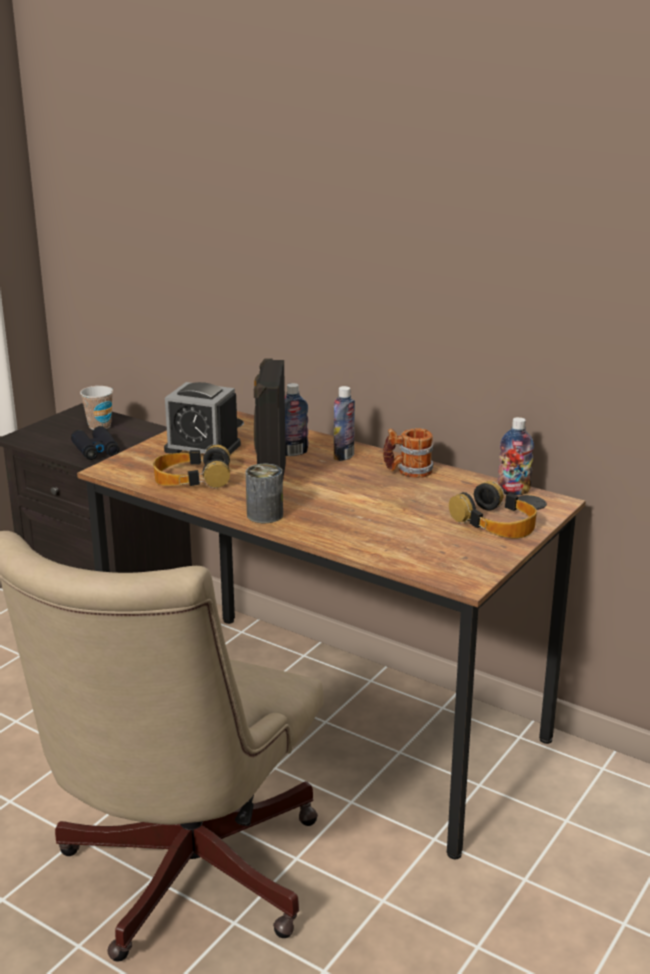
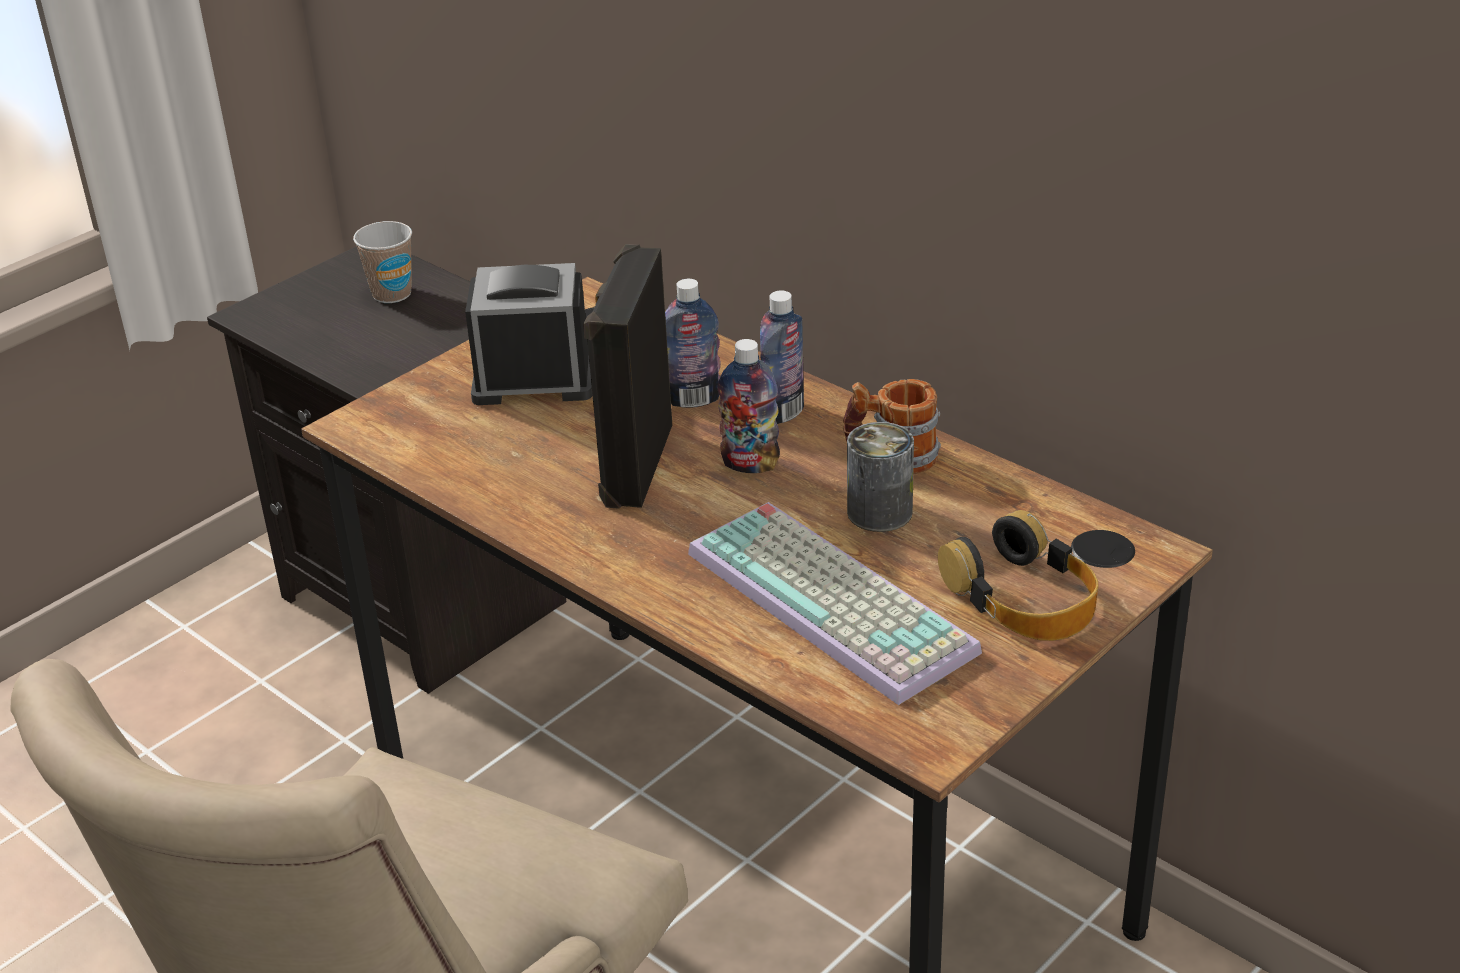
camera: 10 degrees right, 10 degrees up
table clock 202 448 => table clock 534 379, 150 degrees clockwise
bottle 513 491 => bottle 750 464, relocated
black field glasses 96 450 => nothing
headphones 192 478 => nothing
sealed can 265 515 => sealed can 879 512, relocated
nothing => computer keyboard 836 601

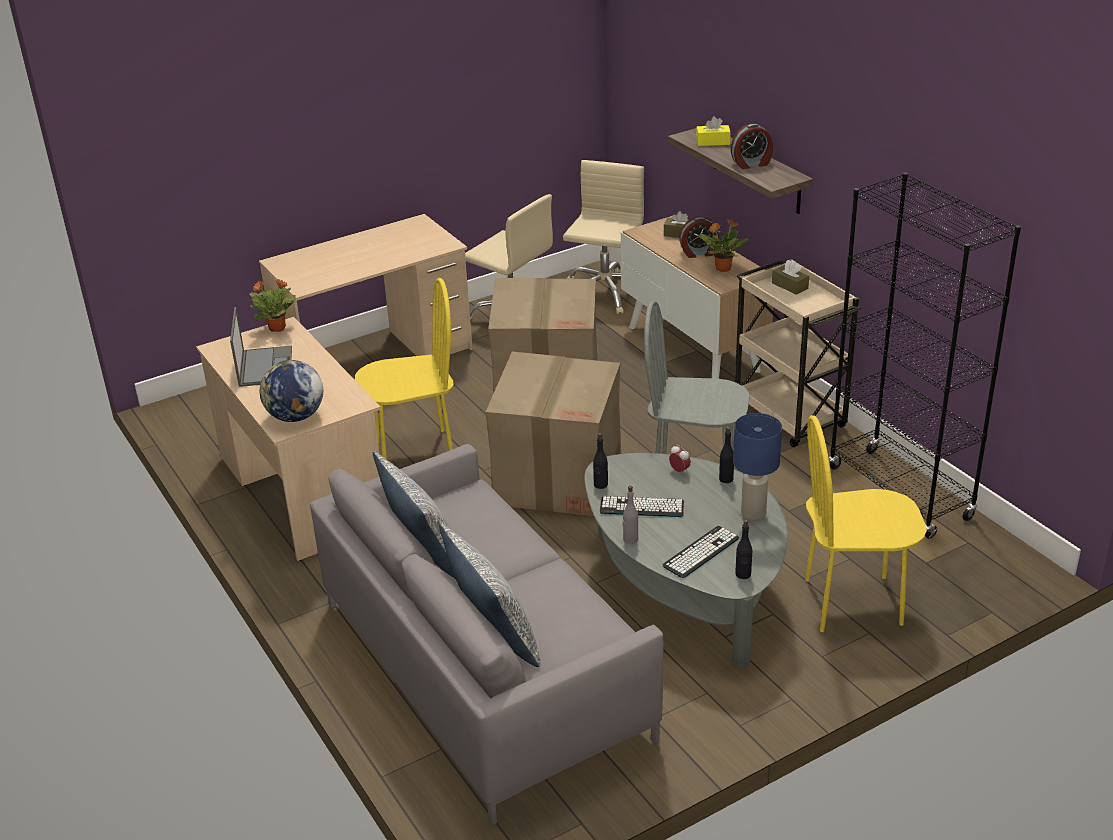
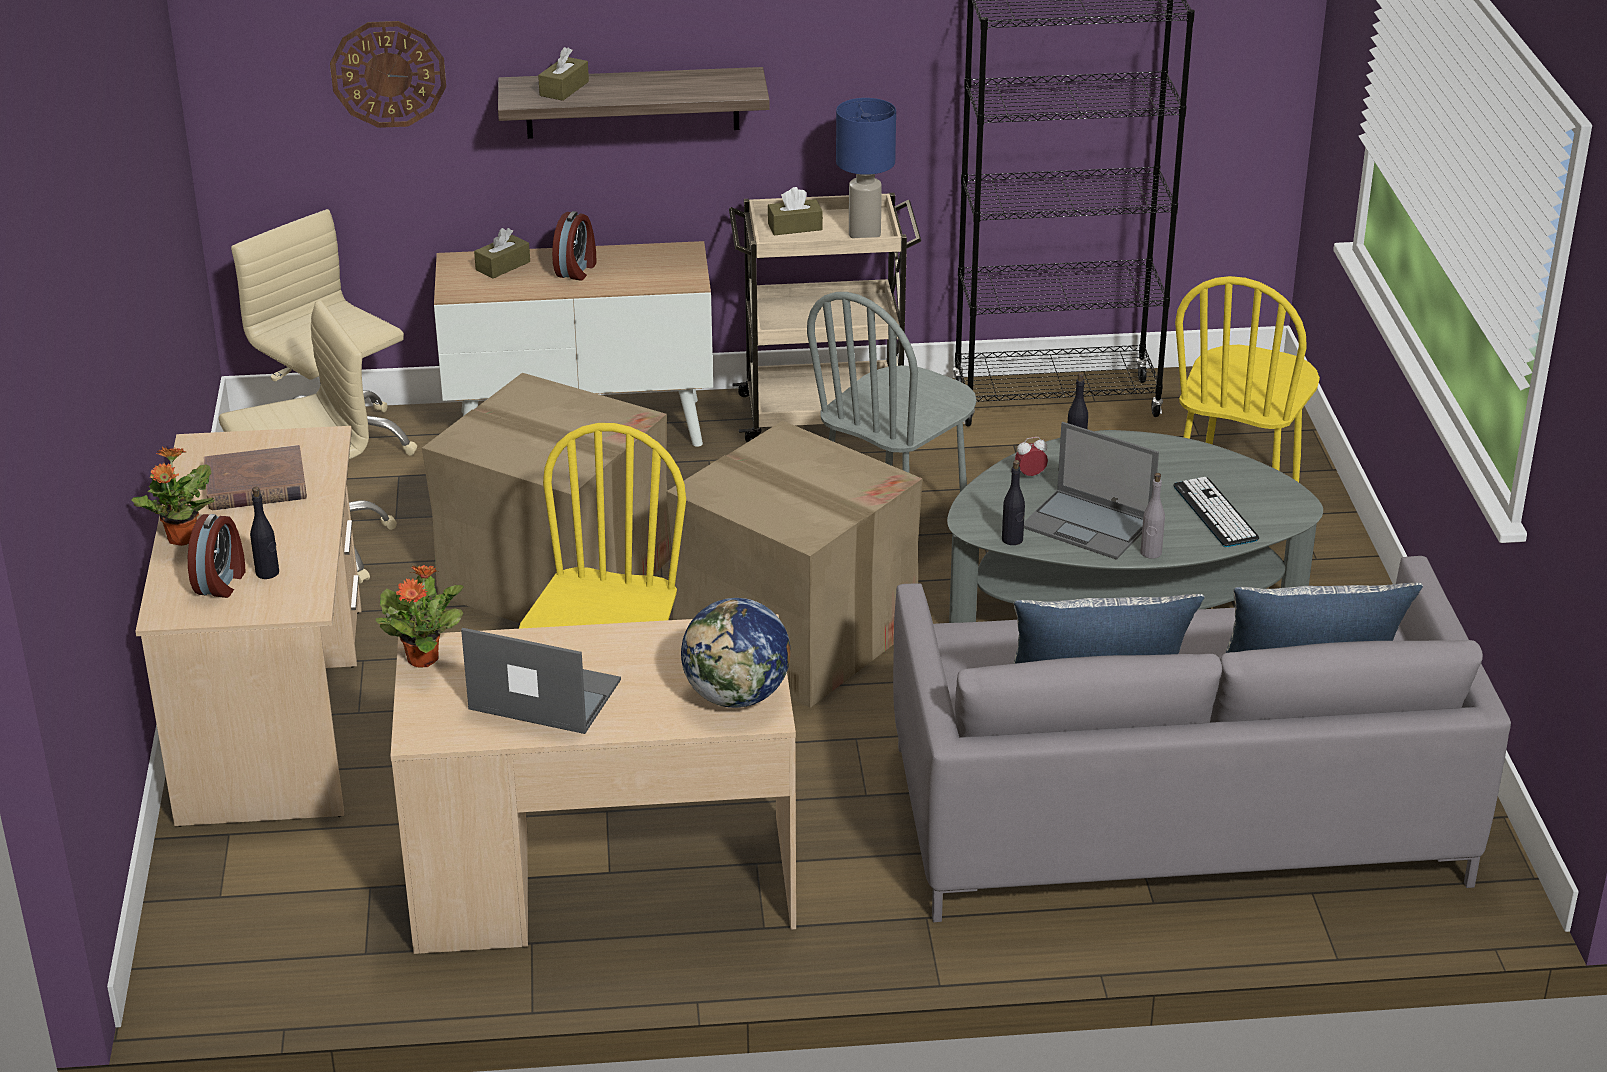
camera: 65 degrees left, 0 degrees up
yellowish box of tissues 713 142 => brownish box of tissues 564 89
table clock 751 164 => table clock 221 582, relocated
plant in a pot 722 268 => plant in a pot 182 539, relocated
bluish tabletop lamp 752 513 => bluish tabletop lamp 864 235, relocated
computer keyboard 642 507 => portable computer 1089 525
black bottle 743 574 => black bottle 267 573, relocated
nothing => clock on the wall 388 73
nothing => brownish volume 255 484

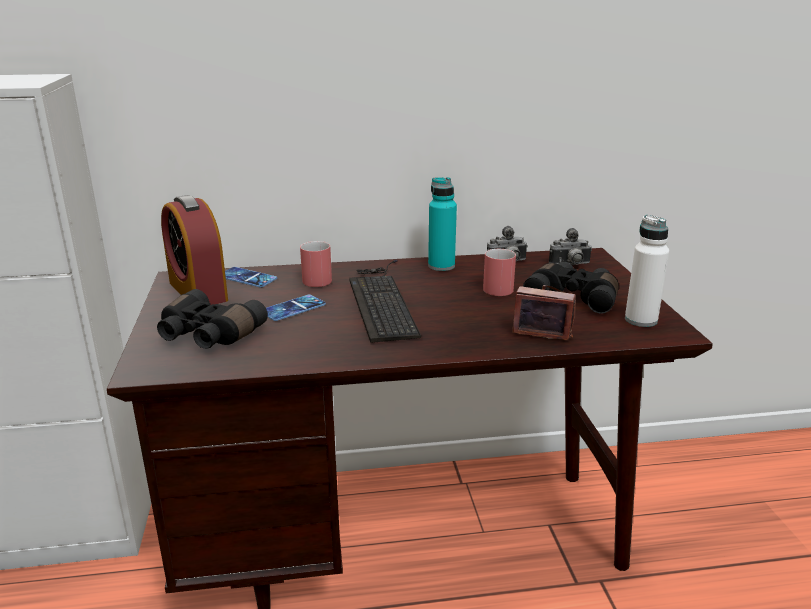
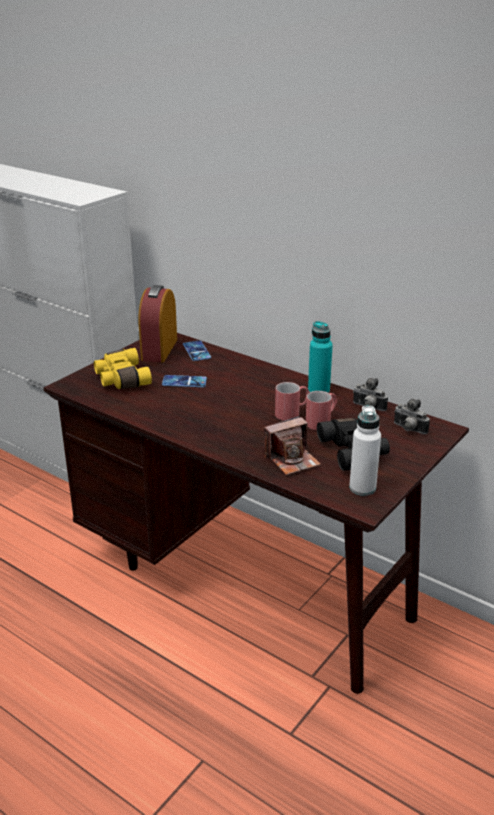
camera: 45 degrees right, 5 degrees up
reddish tea mug 320 278 => reddish tea mug 292 413, relocated
computer keyboard 381 299 => nothing
photo camera 543 326 => photo camera 292 460, 90 degrees clockwise
black field glasses 207 335 => yellowish field glasses 121 379

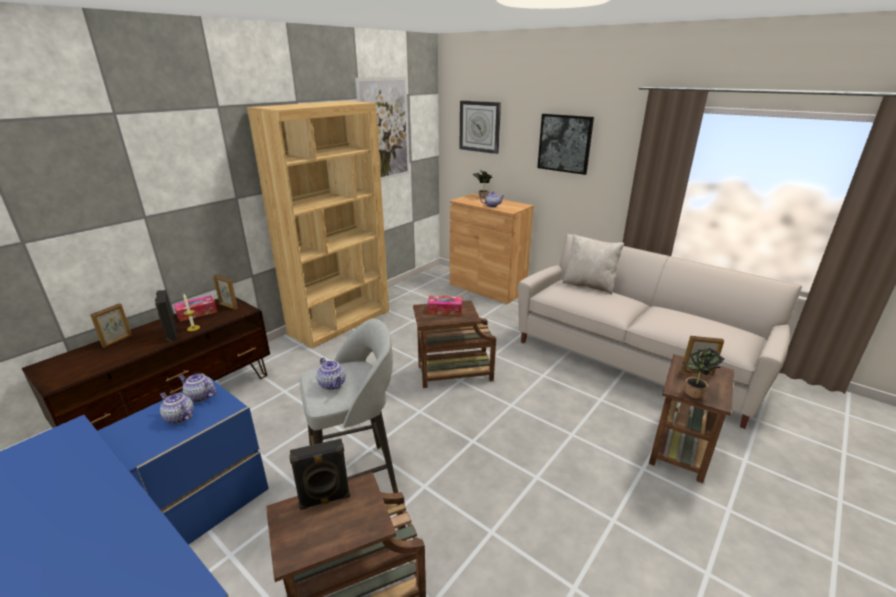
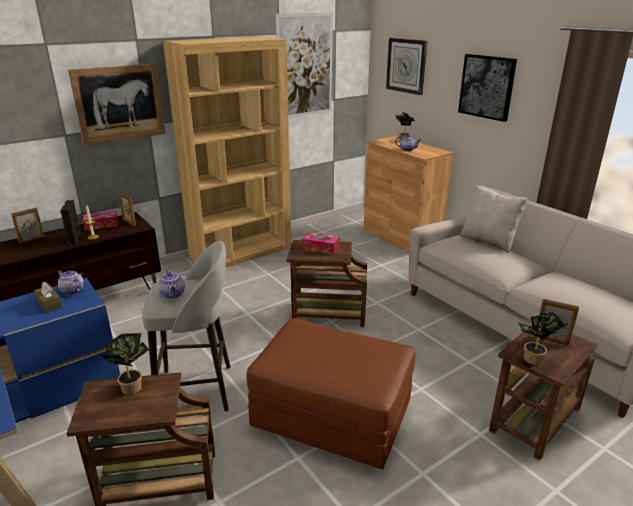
camera: 15 degrees right, 0 degrees up
pot for tea 179 417 => brownish box of tissues 49 304
black speaker 325 500 => plant in a pot 131 386
nothing => wall art 119 103
nothing => brownish pouffe 331 415

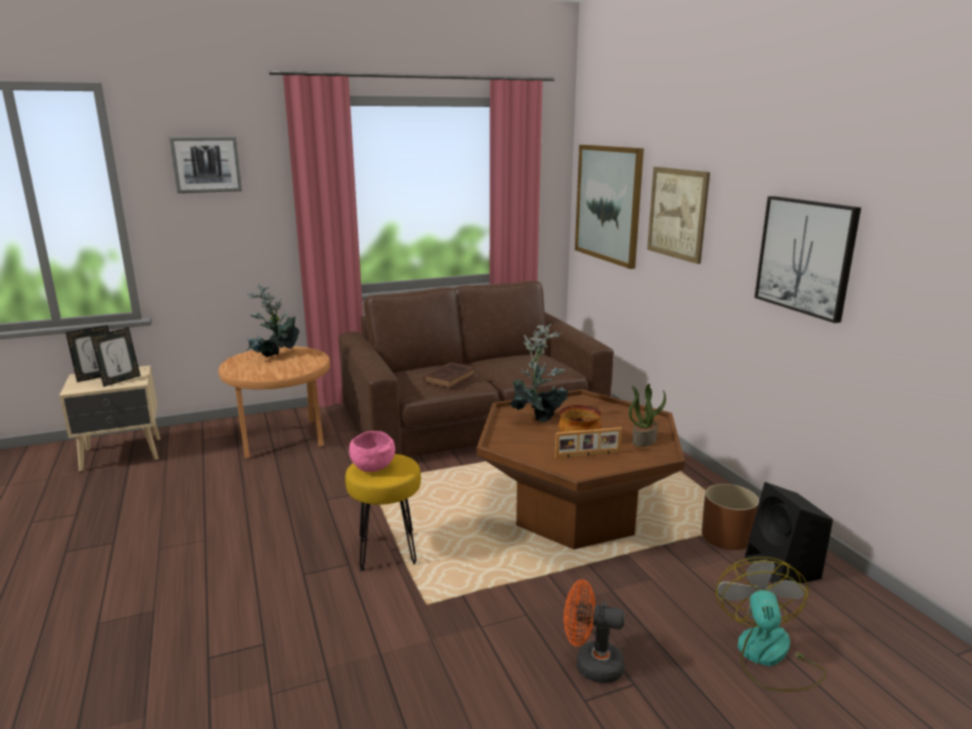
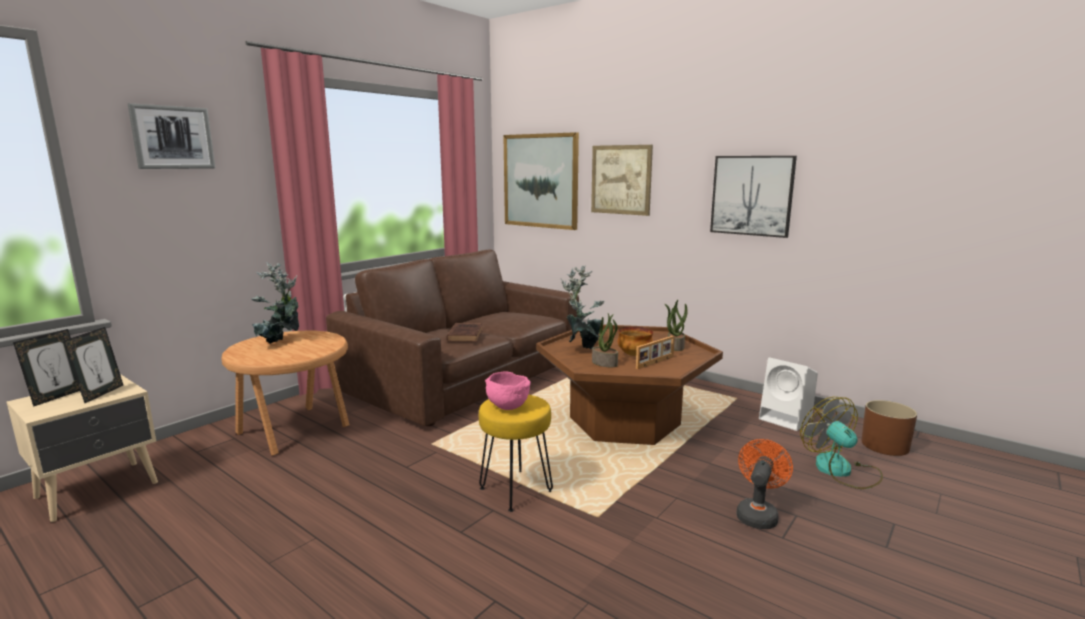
camera: 30 degrees left, 5 degrees down
black speaker 783 569 => whitish speaker 786 419
brownish planter 726 536 => brownish planter 885 446, relocated
orange cooling fan 591 665 => orange cooling fan 757 514, 135 degrees clockwise
nothing => plant in a pot 605 363

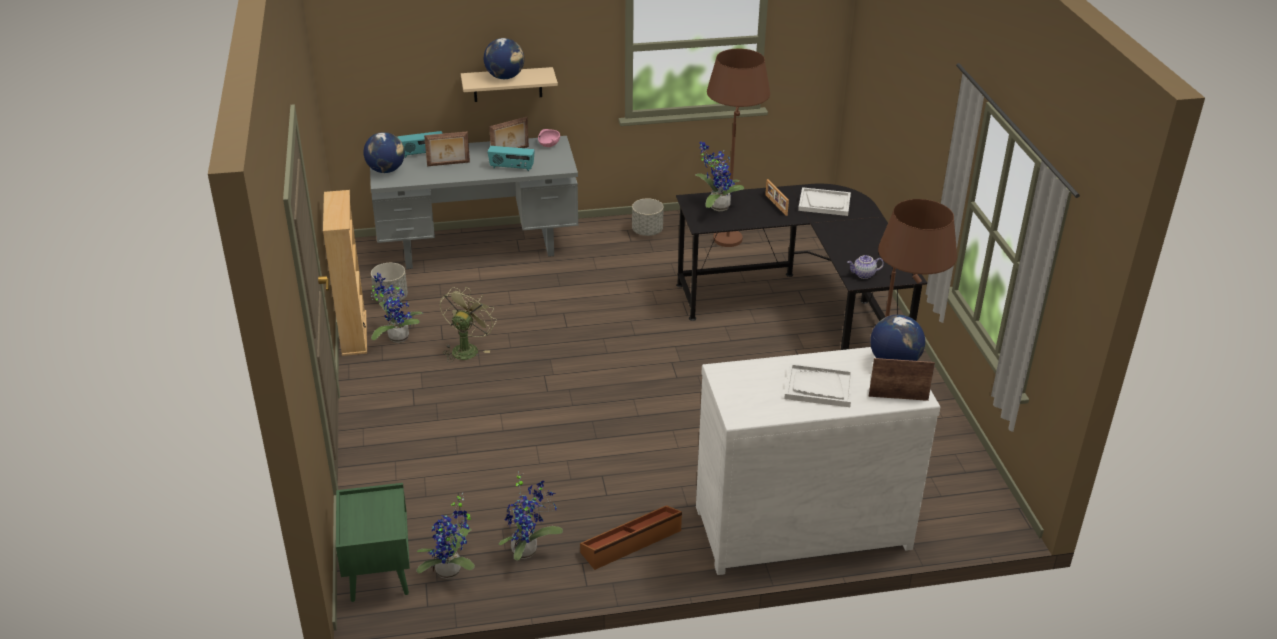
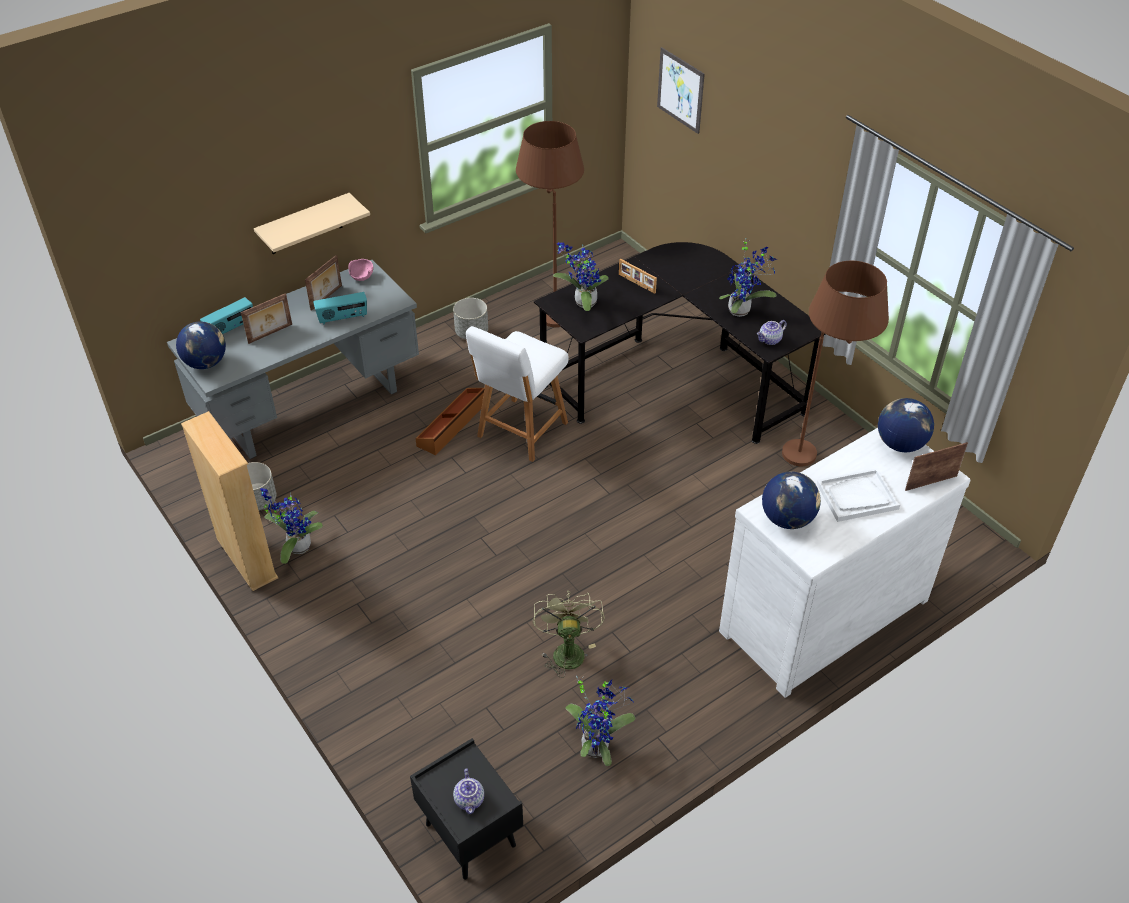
camera: 25 degrees left, 10 degrees up
desk globe 505 77 => desk globe 787 519, relocated
whitish carrying tray 824 203 => nothing
greenish cooling fan 467 348 => greenish cooling fan 566 650, relocated
greenish nightstand 378 573 => black nightstand 469 834
plant in a pot 451 572 => plant in a pot 742 310, relocated
brownish storage bin 631 542 => brownish storage bin 452 425, relocated
nothing => wall art 680 90
nothing => whitish plain chair 520 431
nothing => pot for tea 470 800

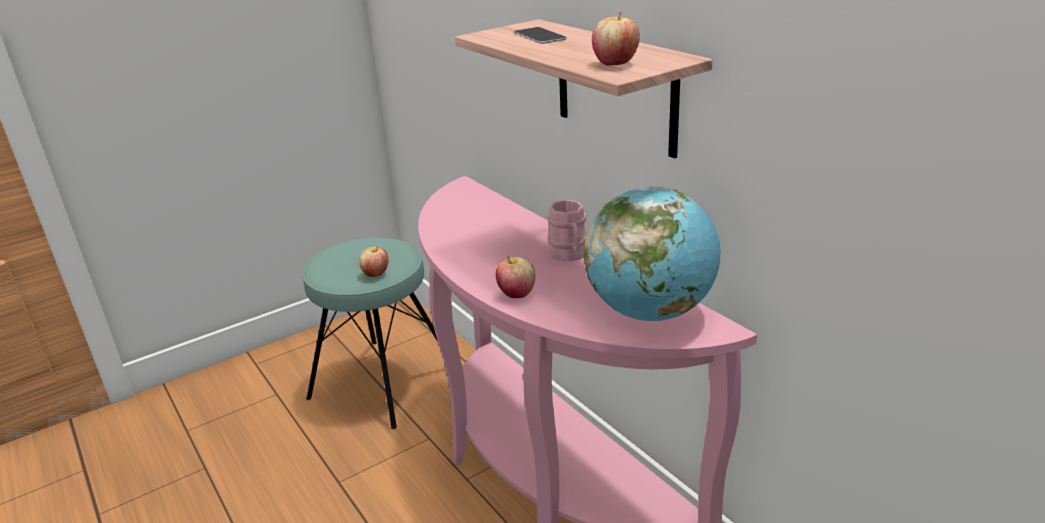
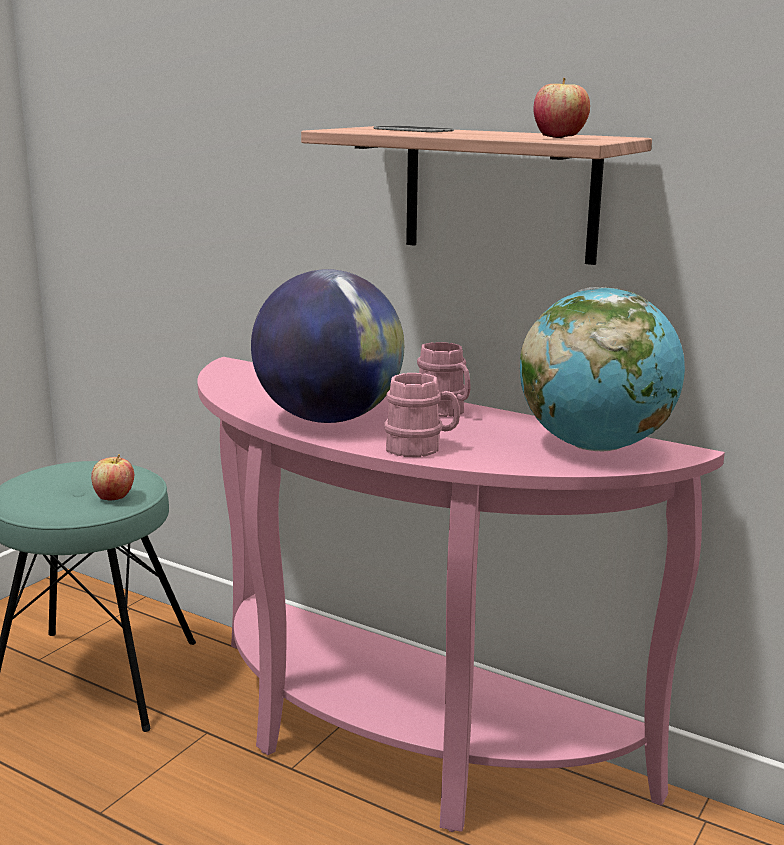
camera: 25 degrees left, 10 degrees down
whole apple 516 293 => pink tea mug 421 448
nothing => desk globe 328 418

